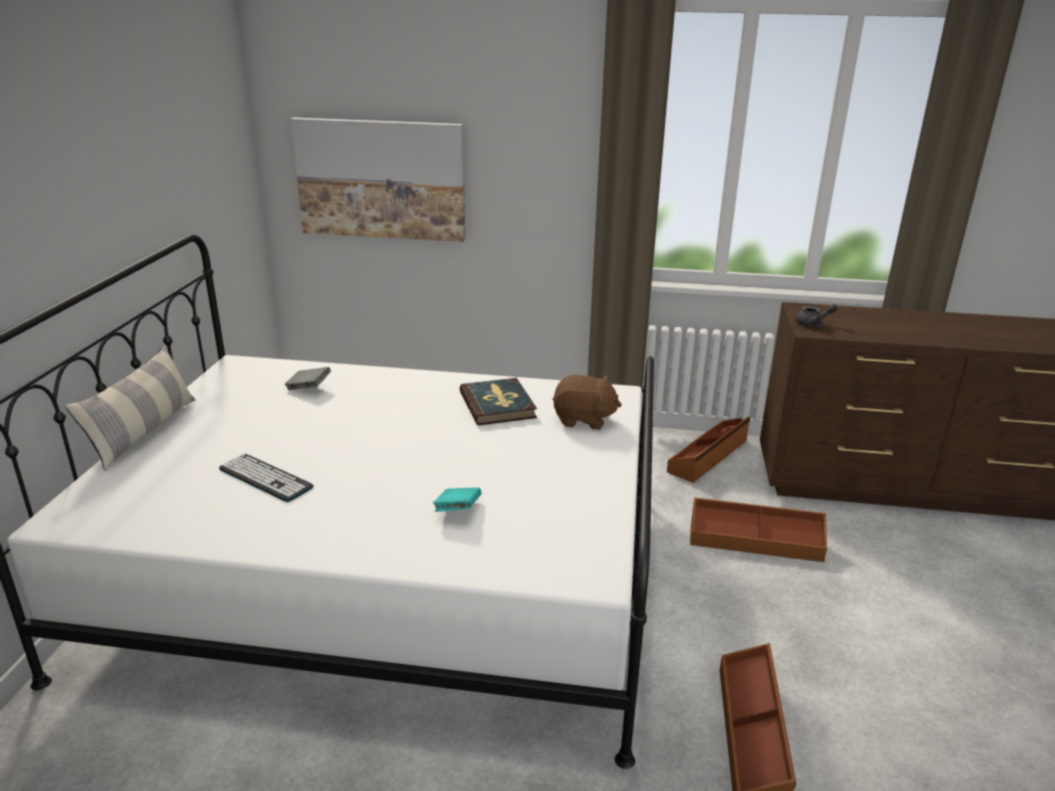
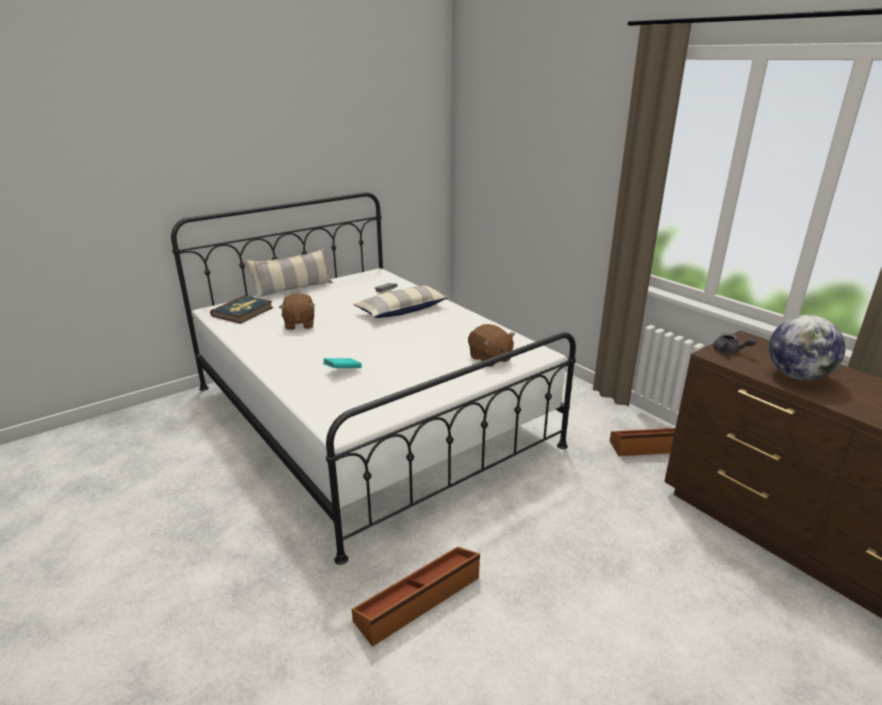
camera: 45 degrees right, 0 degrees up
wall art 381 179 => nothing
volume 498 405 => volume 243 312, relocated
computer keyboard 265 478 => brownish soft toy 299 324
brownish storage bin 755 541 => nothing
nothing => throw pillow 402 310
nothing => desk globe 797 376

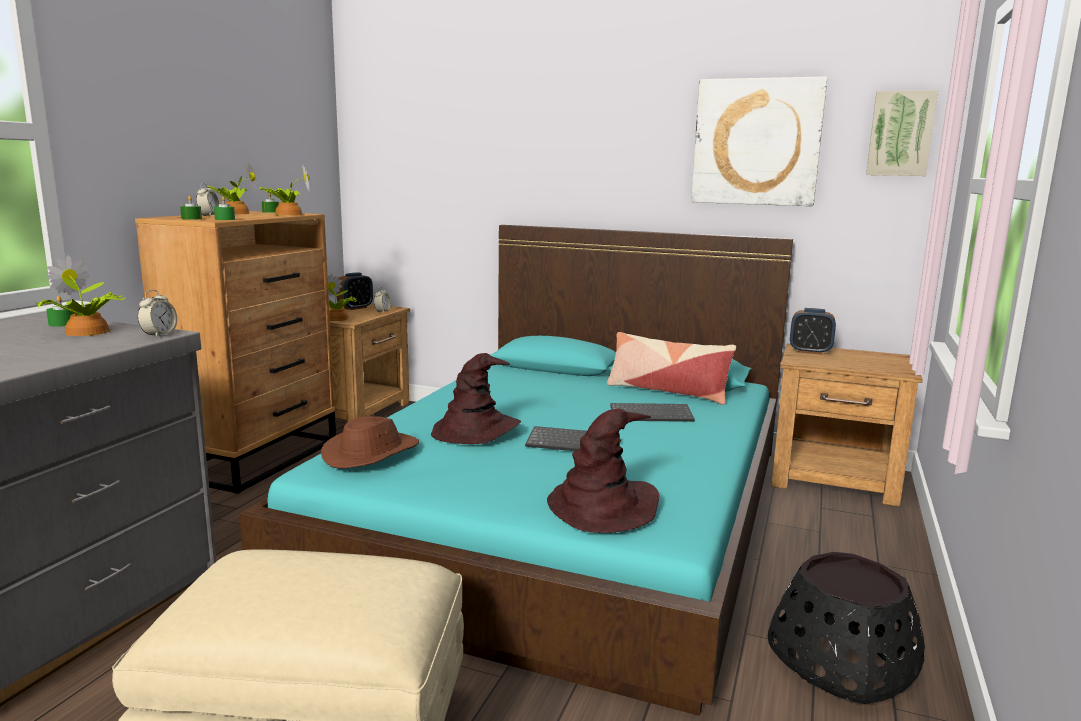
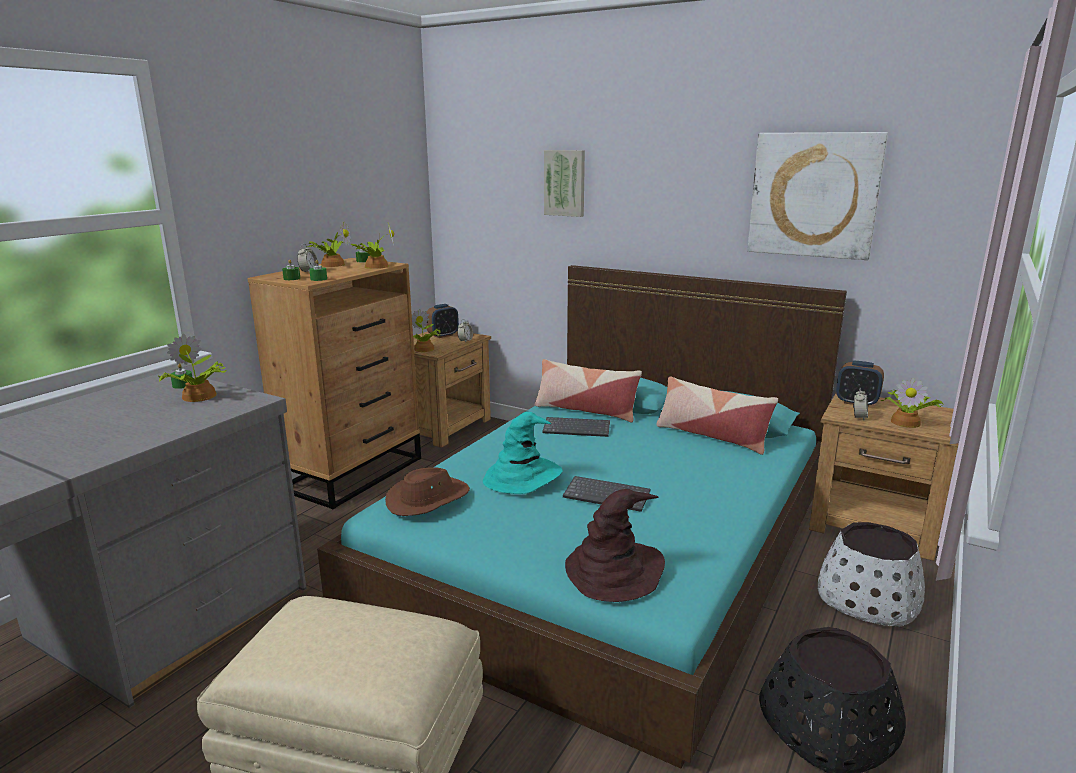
camera: 10 degrees right, 5 degrees up
wall art 900 134 => wall art 565 183, relocated
table clock 159 335 => table clock 859 417, relocated
brownish clothing hat 475 430 => blue-green clothing hat 522 477
computer keyboard 652 414 => computer keyboard 577 428, relocated
nothing => throw pillow 585 410
nothing => plant in a pot 906 422
nothing => whitish planter 867 599

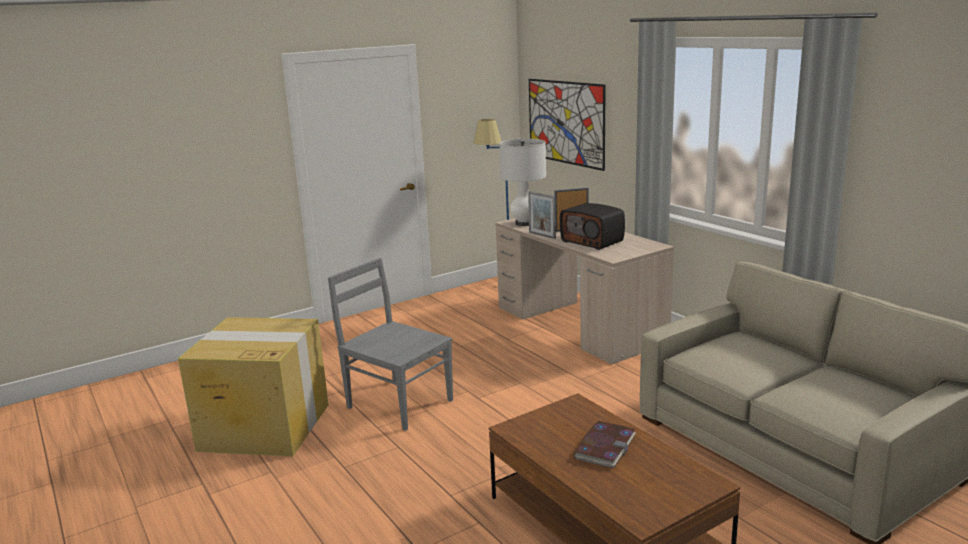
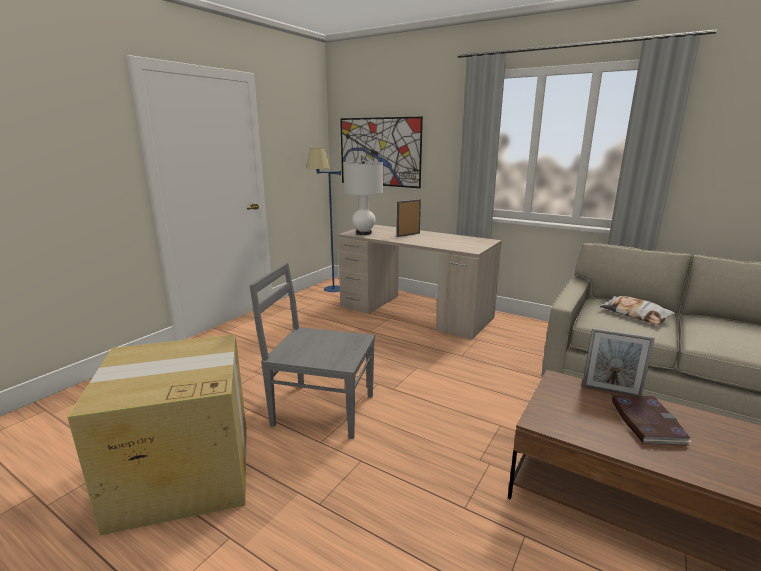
camera: 25 degrees left, 0 degrees up
standing frame 542 235 => standing frame 611 391, relocated
radio set 593 241 => nothing
nothing => throw pillow 635 314

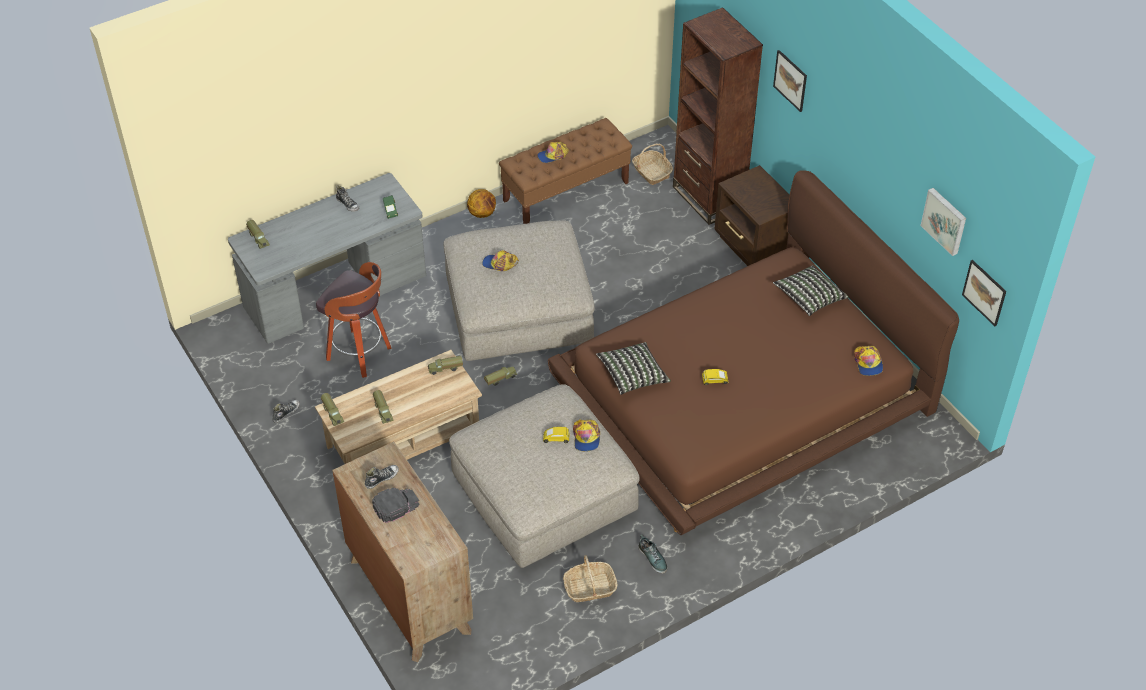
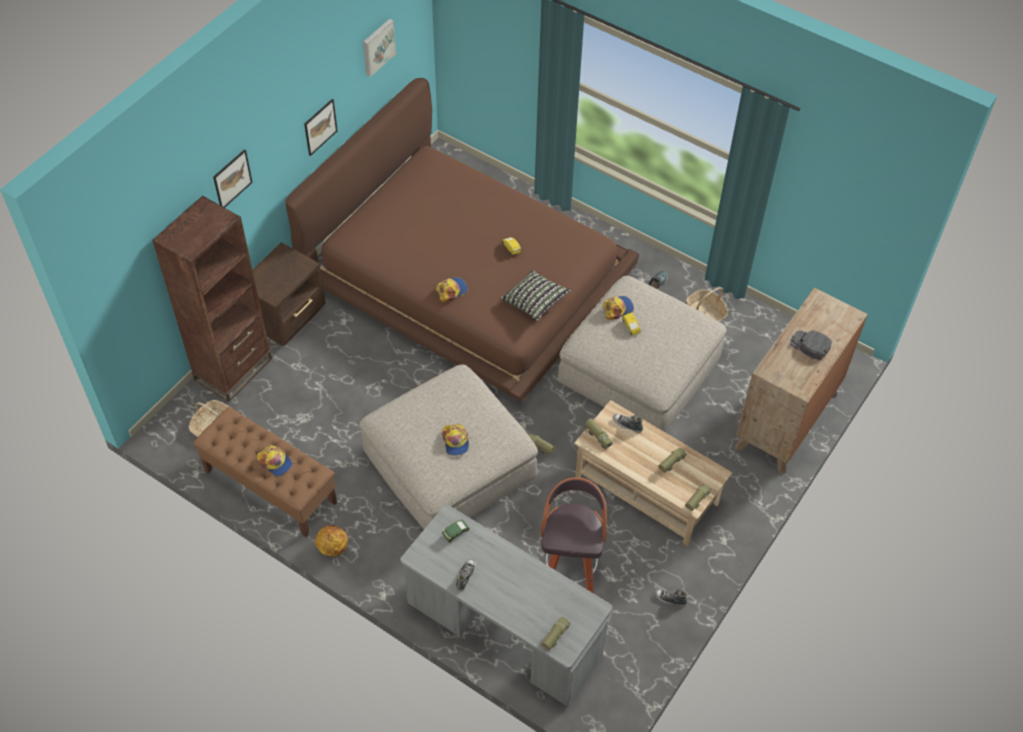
camera: 115 degrees left, 5 degrees up
wall art 984 292 => wall art 320 127, relocated
throw pillow 809 298 => nothing
baseball cap 868 363 => baseball cap 451 290, relocated
item of footwear 381 478 => item of footwear 627 425, relocated

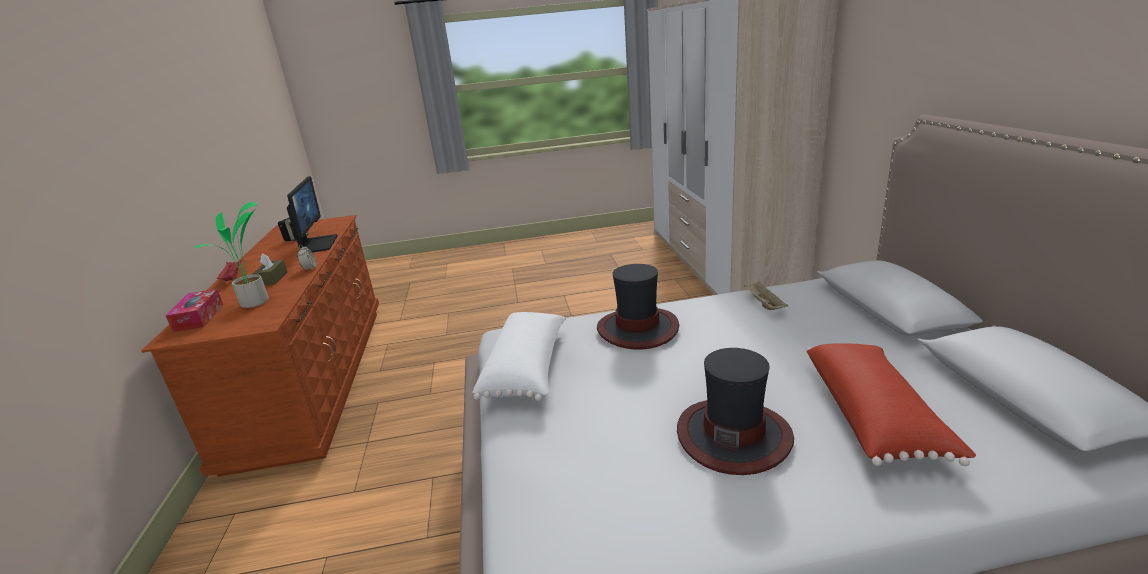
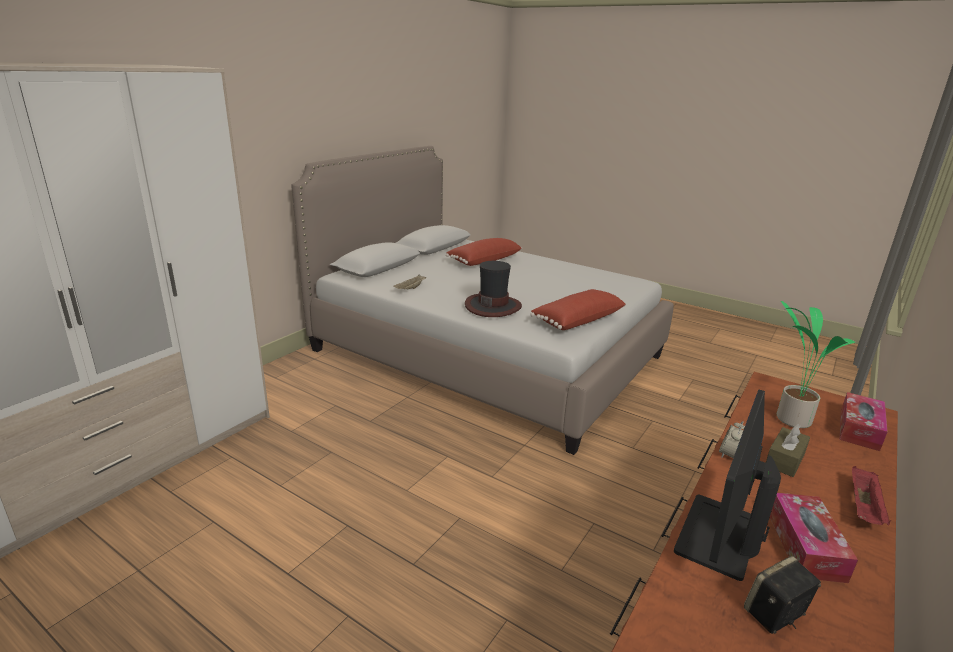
camera: 140 degrees left, 0 degrees up
whitish throw pillow 528 369 => reddish throw pillow 577 320
clothing hat 733 435 => nothing
nothing => box of tissues 805 546

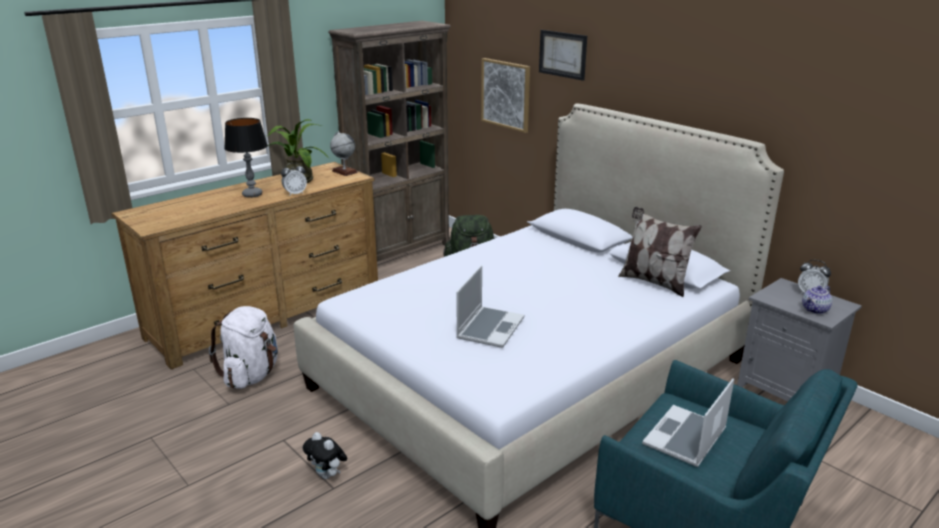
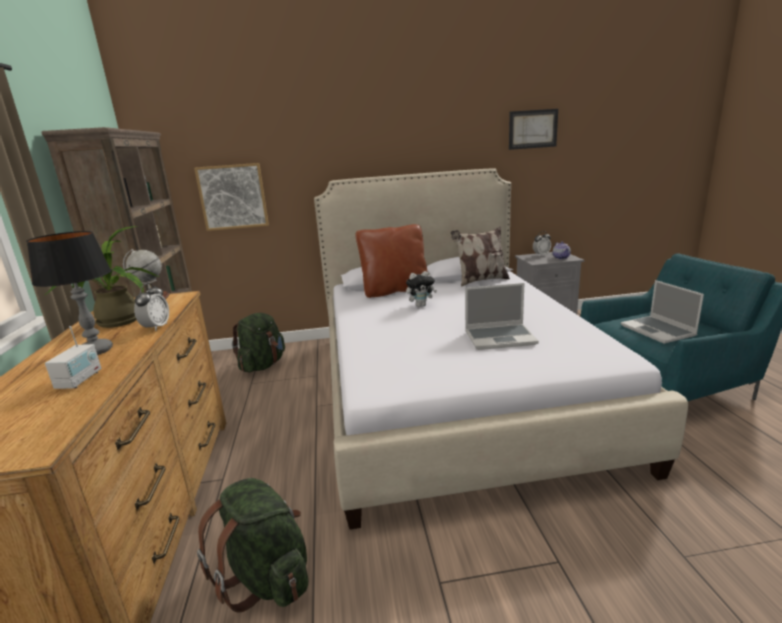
camera: 55 degrees left, 5 degrees down
wall art 562 54 => wall art 532 129, relocated
portable computer 490 328 => portable computer 500 338, 120 degrees clockwise
whitish knapsack 251 375 => greenish knapsack 267 577
soft toy 328 475 => soft toy 421 305, relocated
nothing => brownish throw pillow 395 290
nothing => radio set 80 380

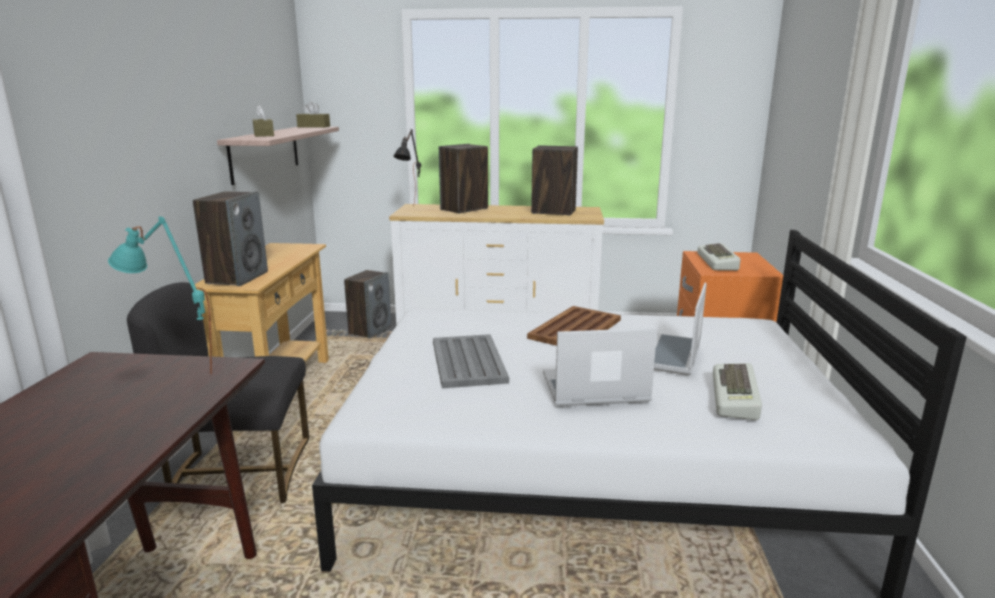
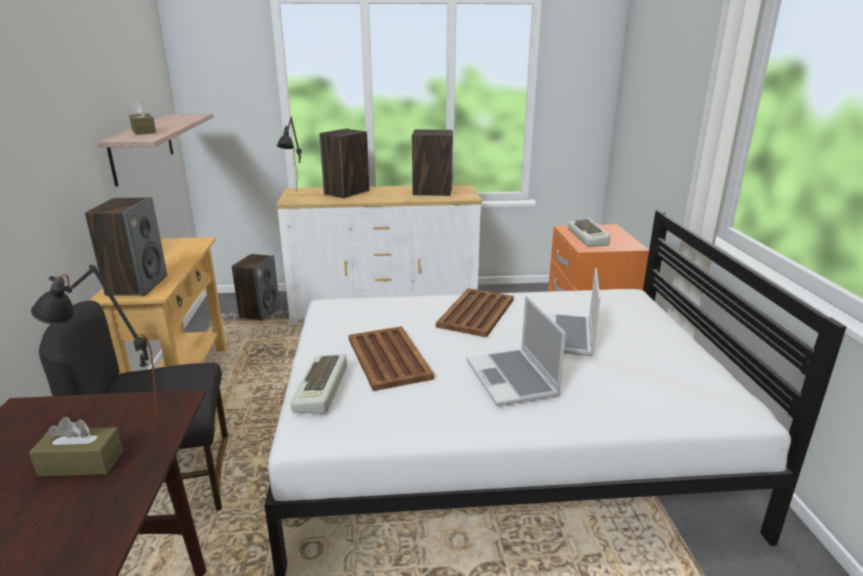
camera: 10 degrees left, 5 degrees up
brownish box of tissues 314 127 => brownish box of tissues 81 463, relocated
blue-green tabletop lamp 174 373 => black tabletop lamp 114 418
portable computer 593 389 => portable computer 513 379, 90 degrees counterclockwise
gray carrying tray 468 361 => brownish carrying tray 388 357
computer keyboard 737 397 => computer keyboard 323 389, relocated

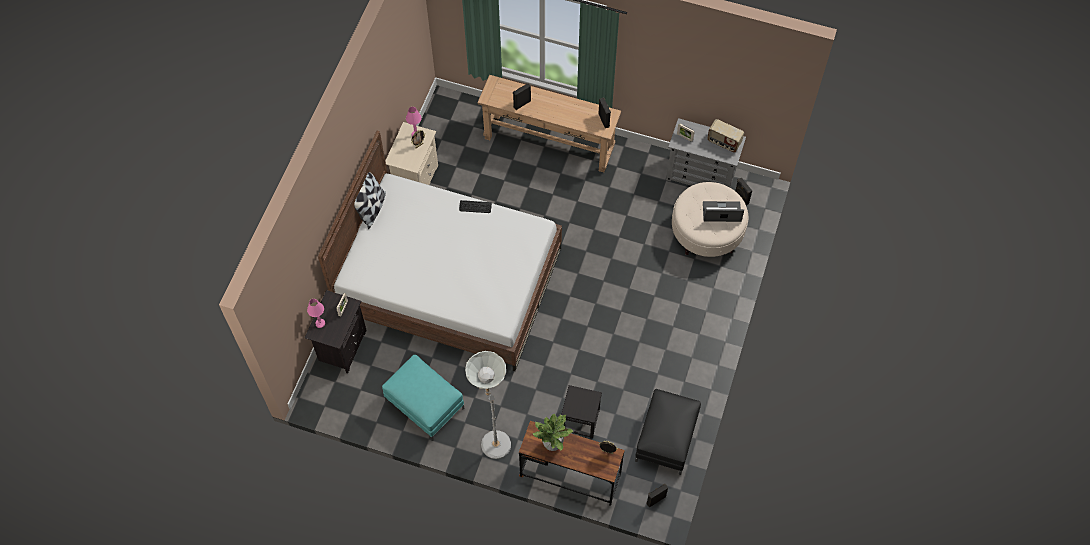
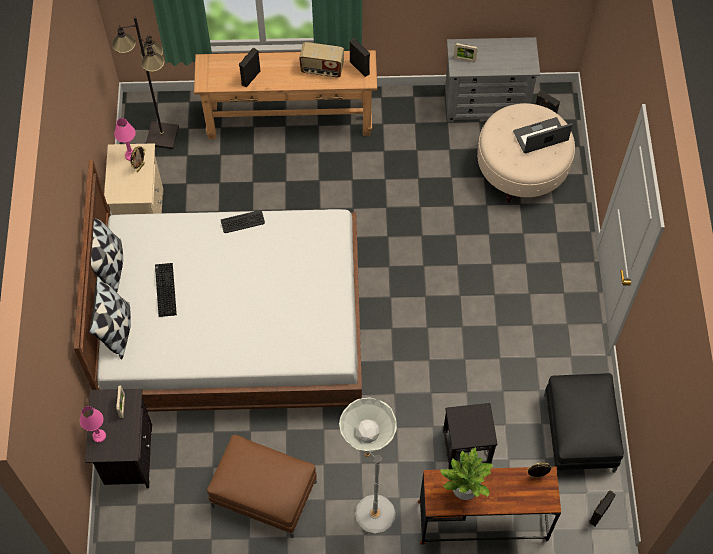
camera: 20 degrees left, 0 degrees up
radio set 723 142 => radio set 322 69, relocated
blue-green pouffe 424 404 => brownish pouffe 264 494
nothing => black standing lamp 162 135
nothing => computer keyboard 164 289
nothing => throw pillow 116 330

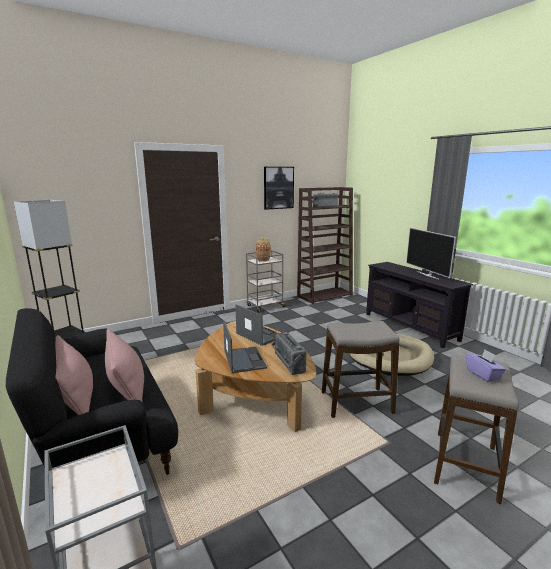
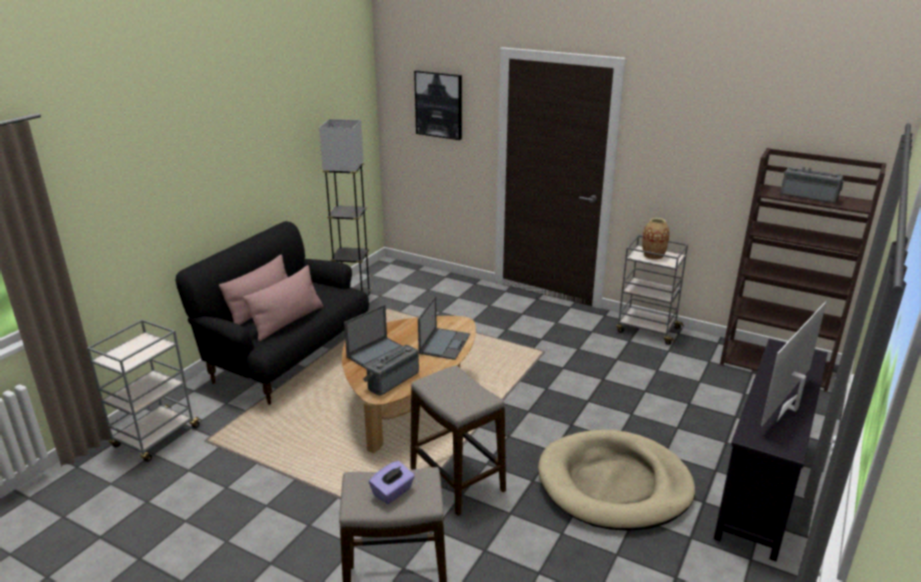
camera: 60 degrees right, 10 degrees up
wall art 278 187 => wall art 439 105, relocated

